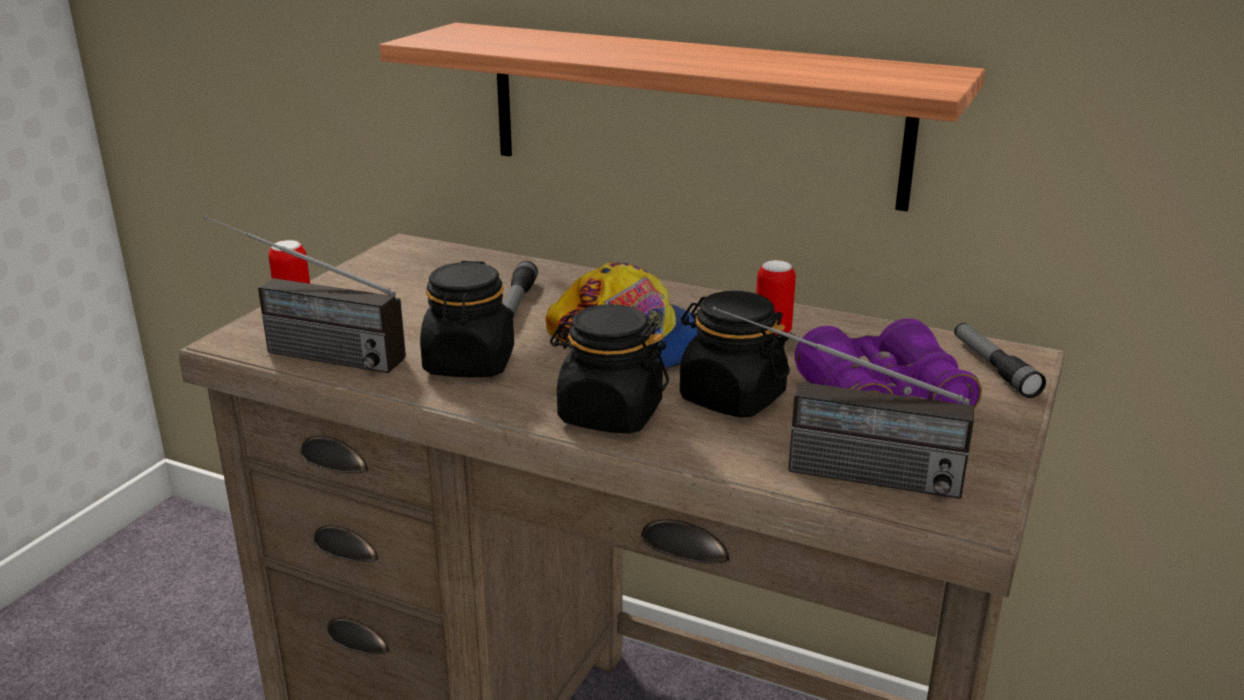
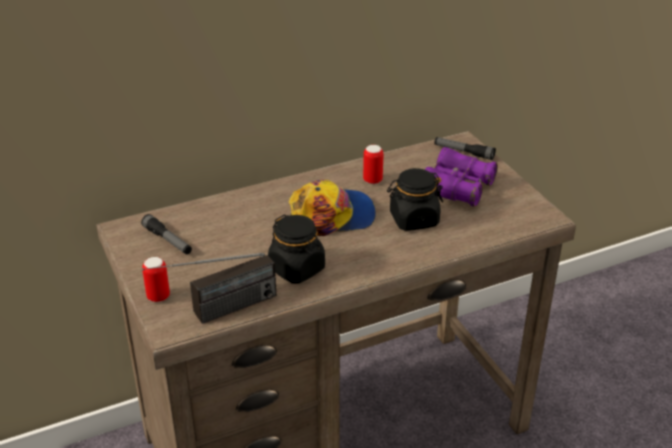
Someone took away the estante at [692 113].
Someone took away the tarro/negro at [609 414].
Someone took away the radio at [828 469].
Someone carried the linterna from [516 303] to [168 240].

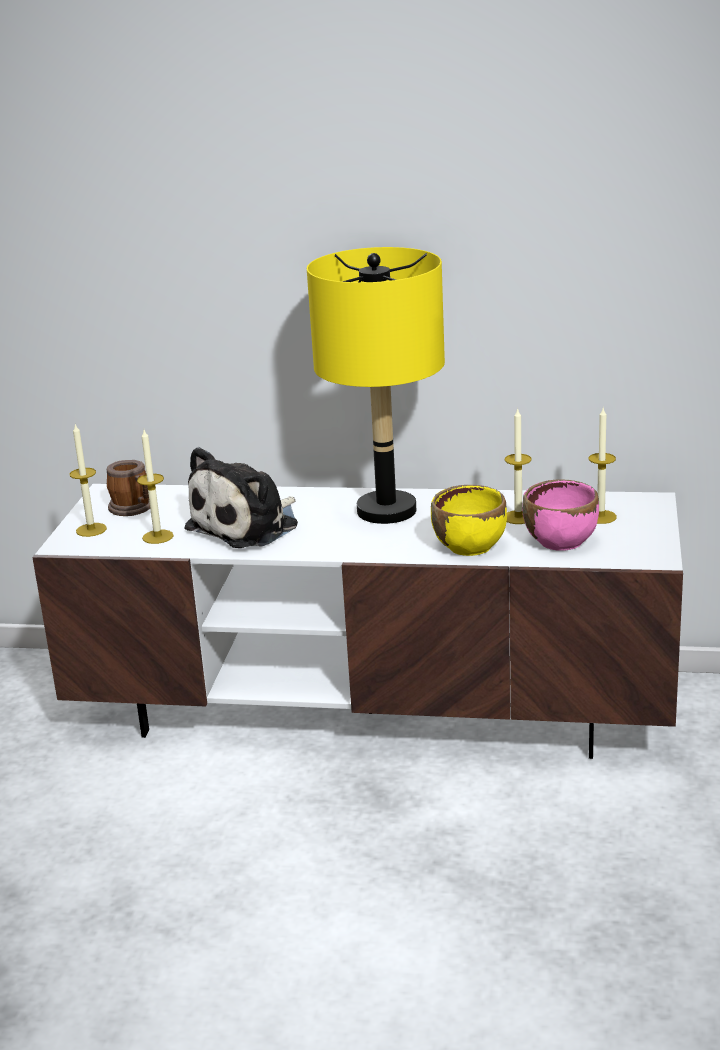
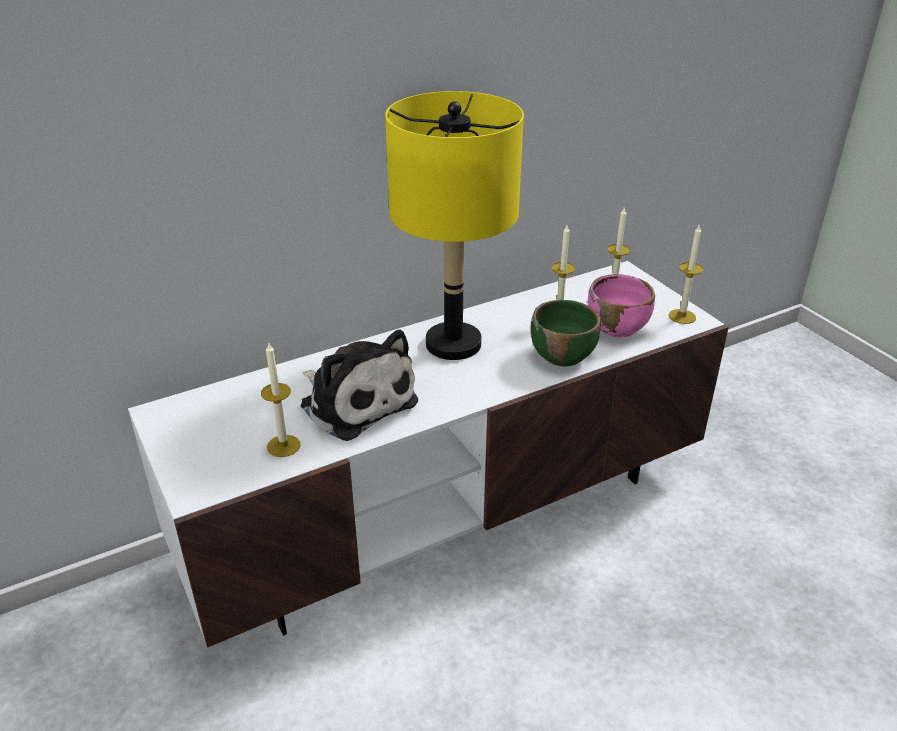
Someone took away the taza grande at [134 508].
Someone carried the vela from [91 530] to [682 316].
Someone repainted the cuenco/amarillo at [470 546], which became the cuenco/verde at [563 355].
Someone rotated the peluche at [248 526] by 45 degrees counterclockwise.

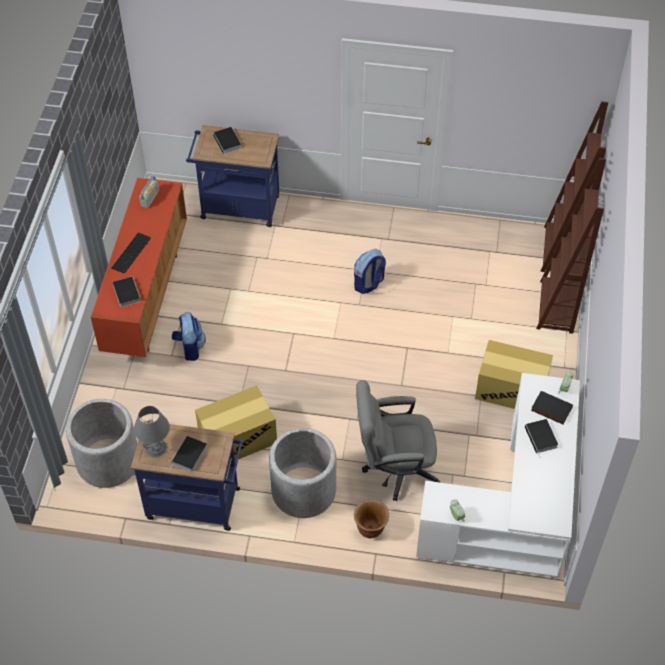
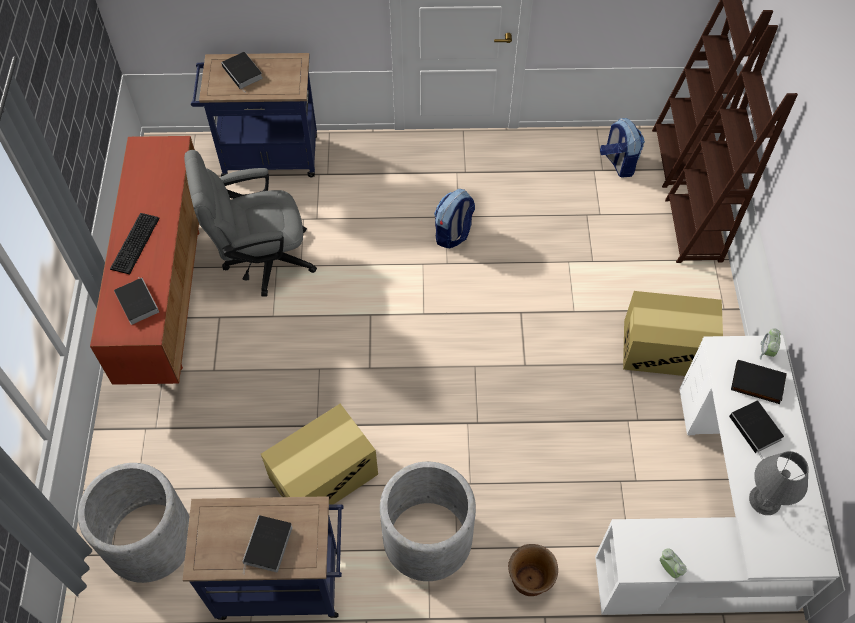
Someone took away the radio at [150 198].
Someone carried the lámpara de mesa/gris from [155 448] to [765 500].
Someone carried the mochila from [190 347] to [618 163].
Someone carried the silla de oficina/gris from [394 468] to [261 260].

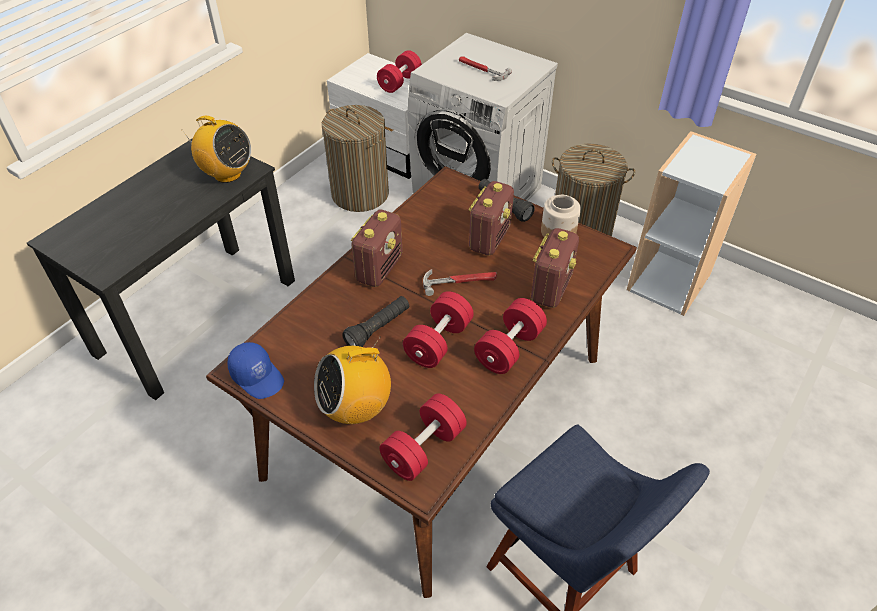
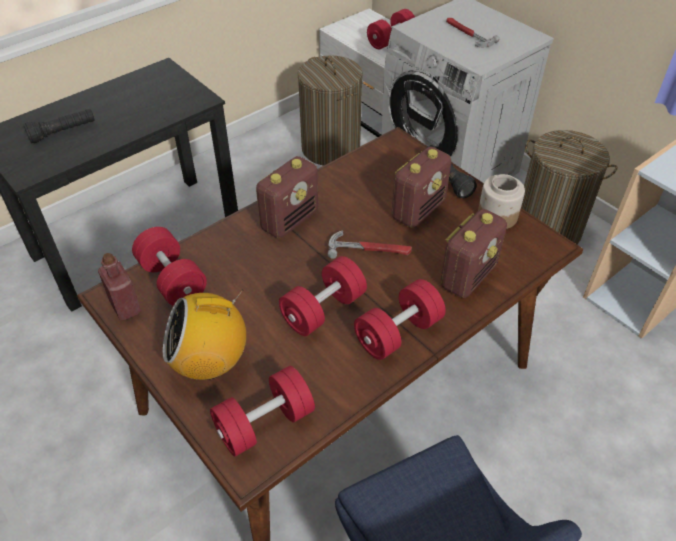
Someone took away the radio at [227 174].
Someone put down the mancuerna/rojo at [172 280].
Someone carried the linterna/negro from [378 329] to [63 132].
Someone swapped the gorra/azul at [258 376] for the botella/rojo at [125 307].

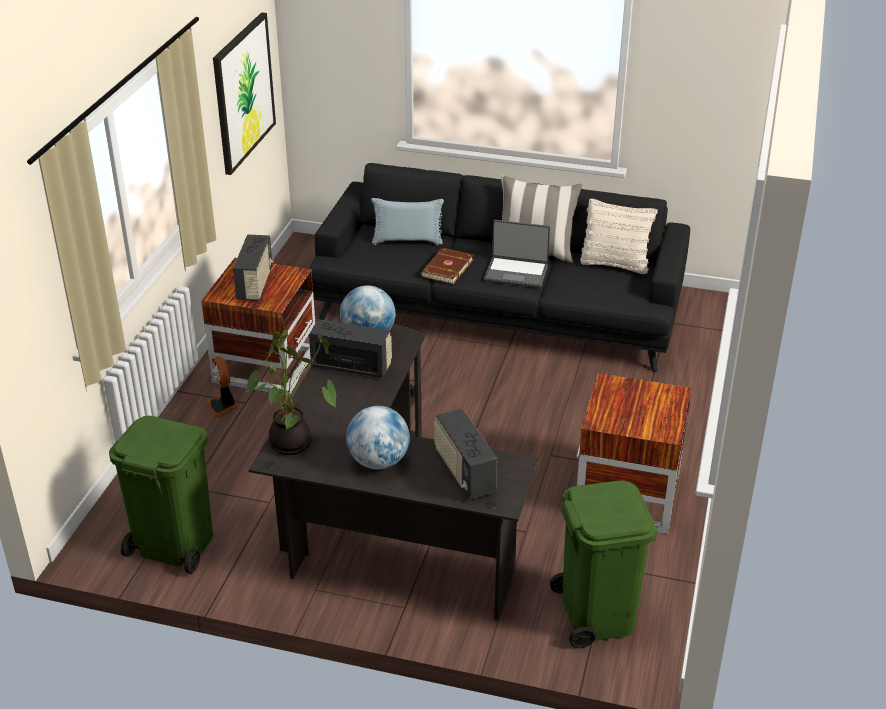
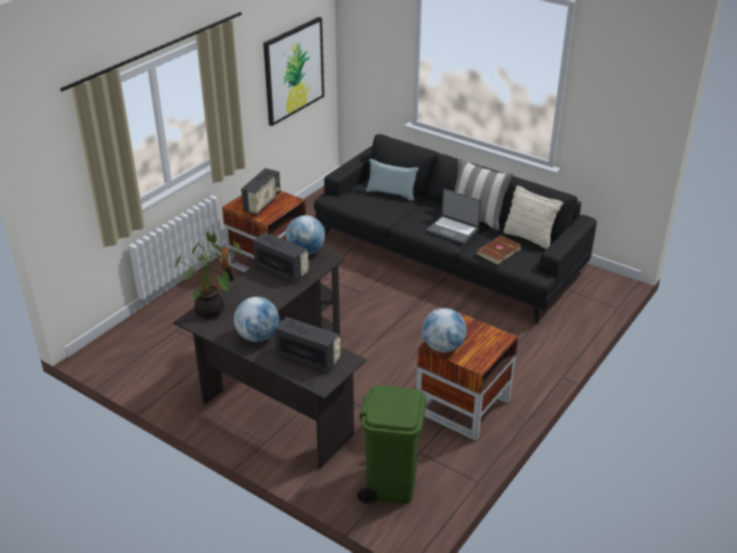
Someone took away the papelera/verde at [173 544].
Someone put down the globo terráqueo at [443 347].
Someone carried the libro/marrón from [446 268] to [497 251].
Someone rotated the radio at [464 473] by 120 degrees clockwise.

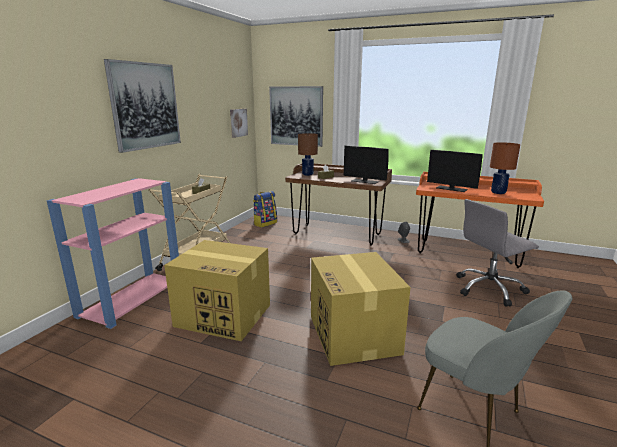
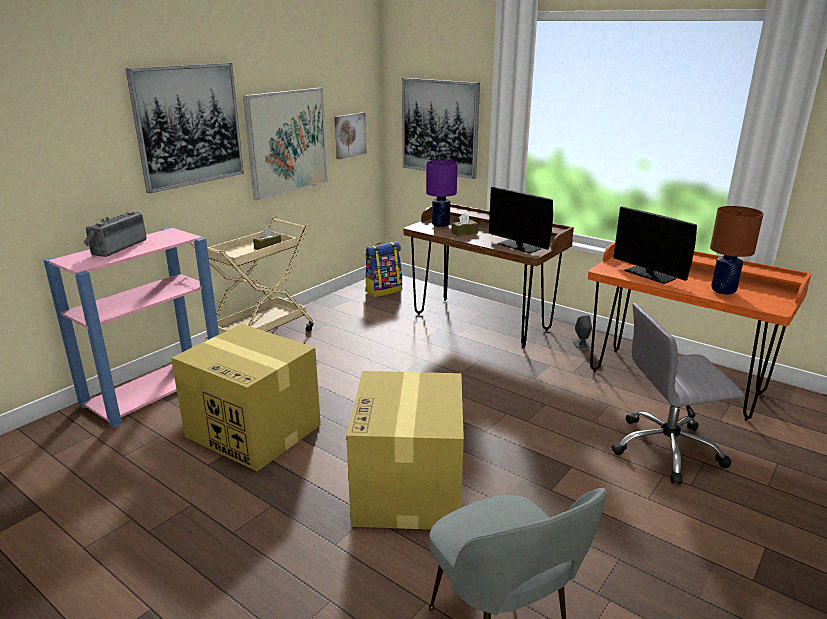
Someone put down the radio at [117 247].
Someone put up the cuadro at [287 142].
Someone repainted the lámpara de mesa/marrón at [307 175], which became the lámpara de mesa/morado at [440 225].

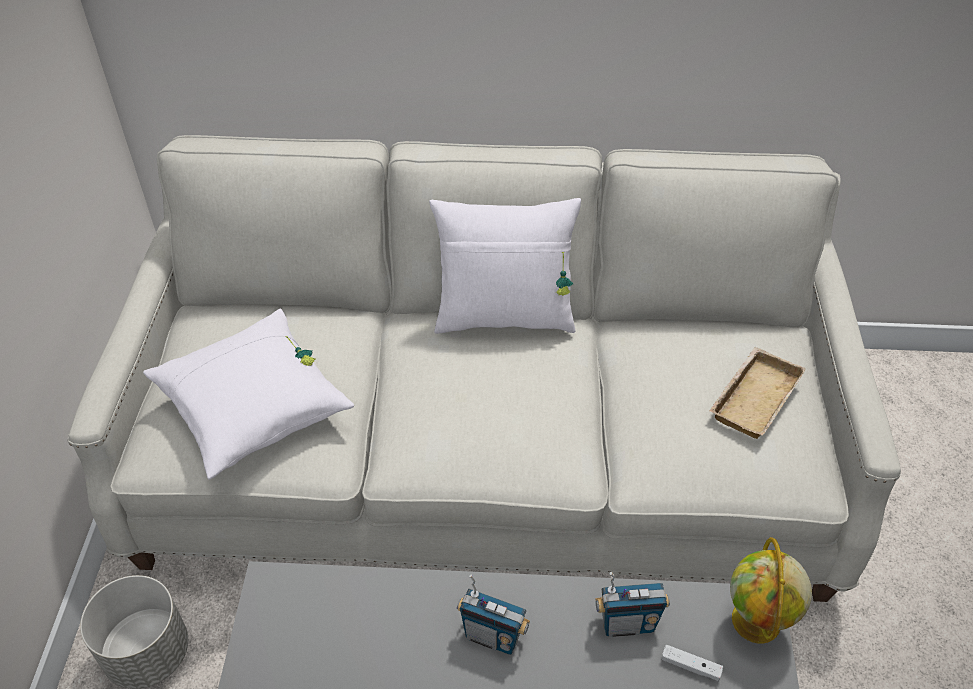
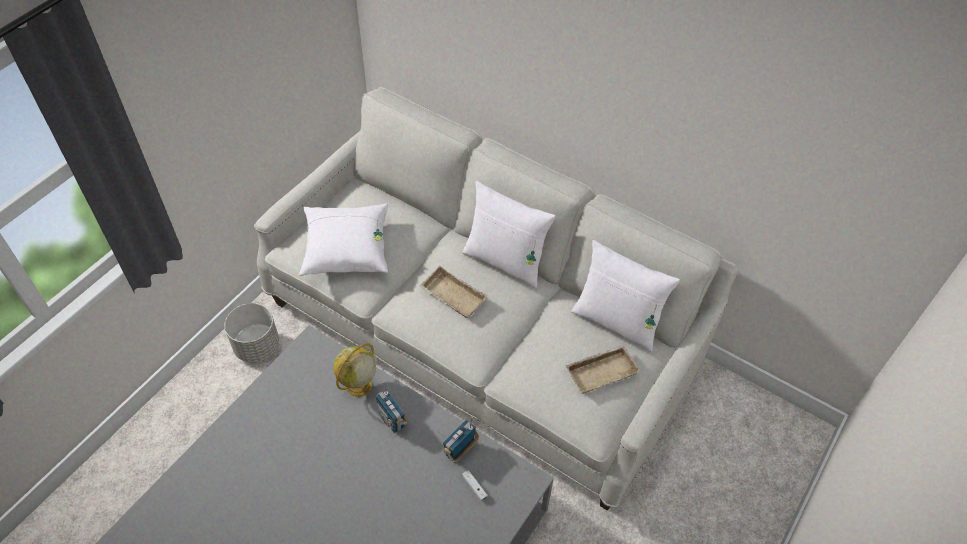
Someone put down the bandeja/beis at [451 296].
Someone put down the cojín/blanco at [616 322].
Someone carried the globo terráqueo from [756 622] to [358 386].
Someone rotated the radio at [627 623] by 105 degrees clockwise.

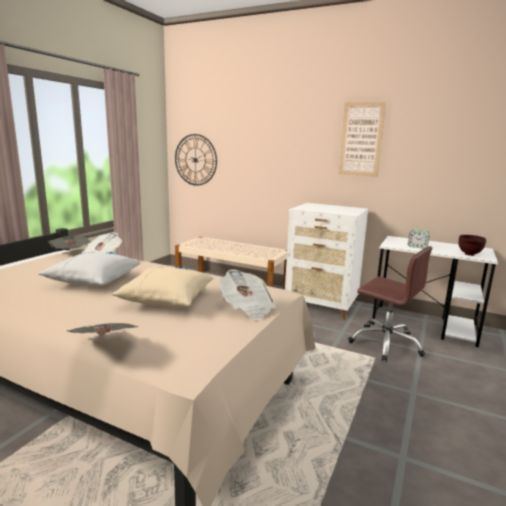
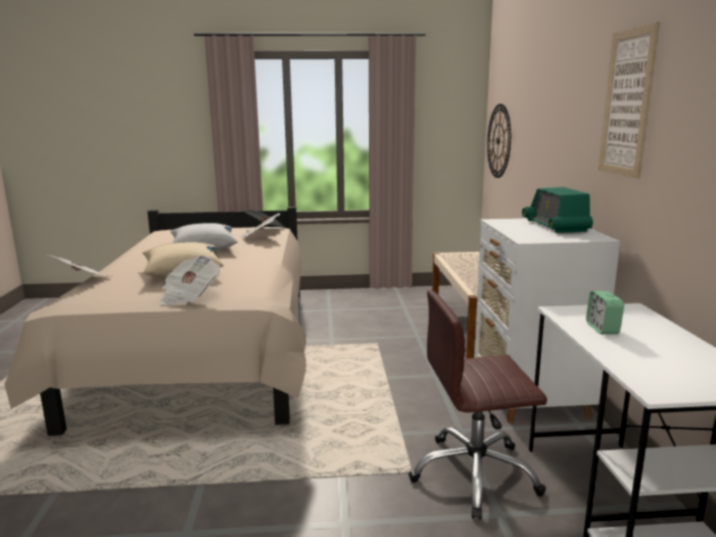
Someone took away the cuenco/marrón at [469 255].
Someone put down the radio at [555 226].
Someone rotated the silla de oficina/marrón at [386 343] by 75 degrees clockwise.

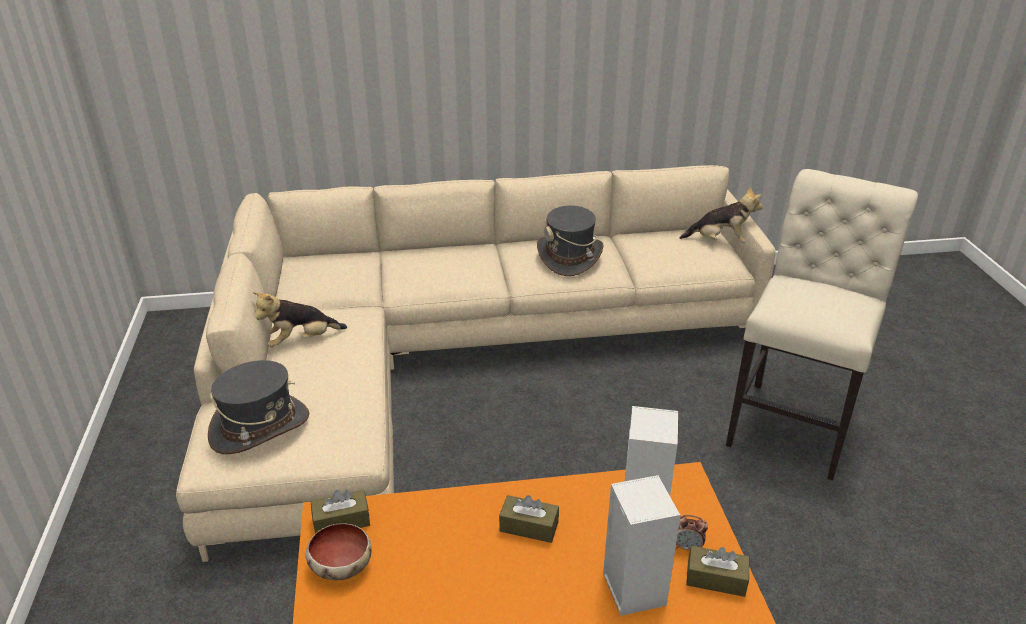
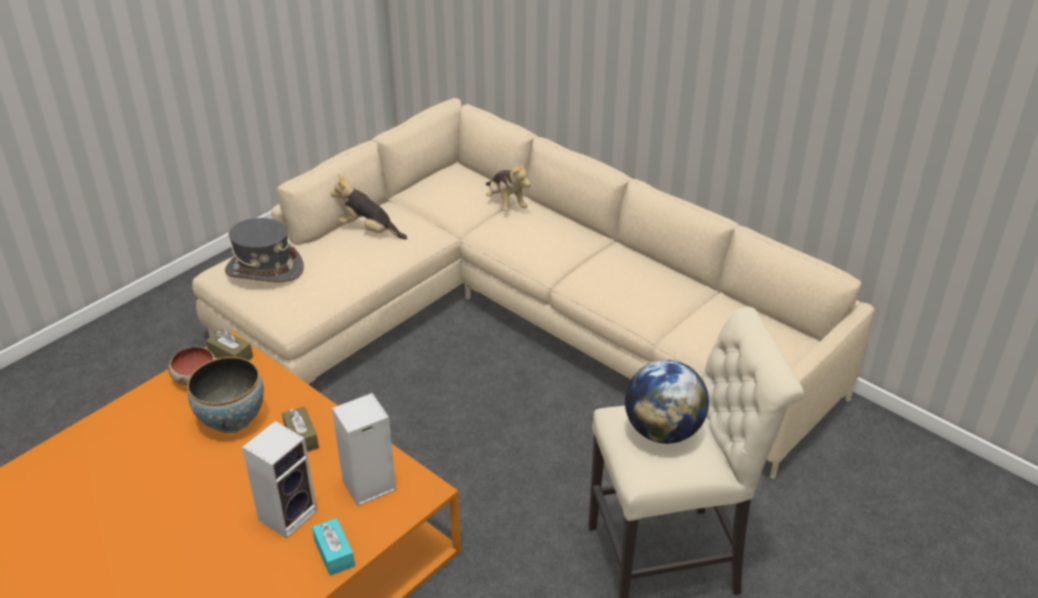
Someone took away the sombrero/gris at [569 257].
Someone took away the despertador at [687 547].
Someone put down the cuenco at [232 420].
Someone put down the globo terráqueo at [663 430].
Someone carried the peluche from [720 241] to [506 203].
Someone repainted the caja de pañuelos/marrón at [716 579], which became the caja de pañuelos/turquesa at [334 553].

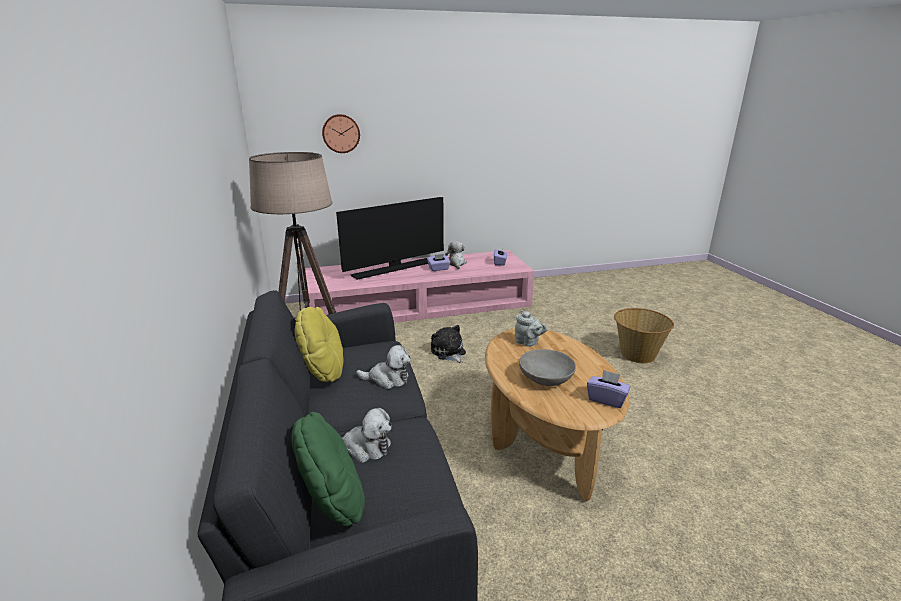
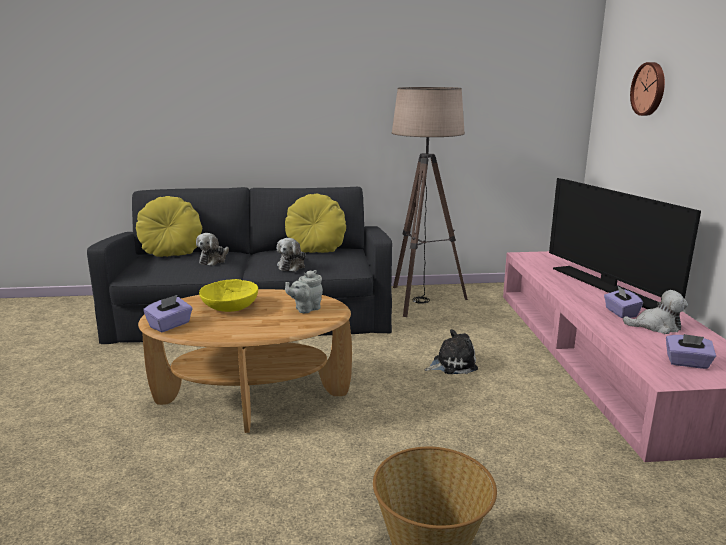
Someone repainted the cojín/verde at [333 505], which became the cojín/amarillo at [172 254].
Someone repainted the cuenco/gris at [546 378], which became the cuenco/amarillo at [229 307].

